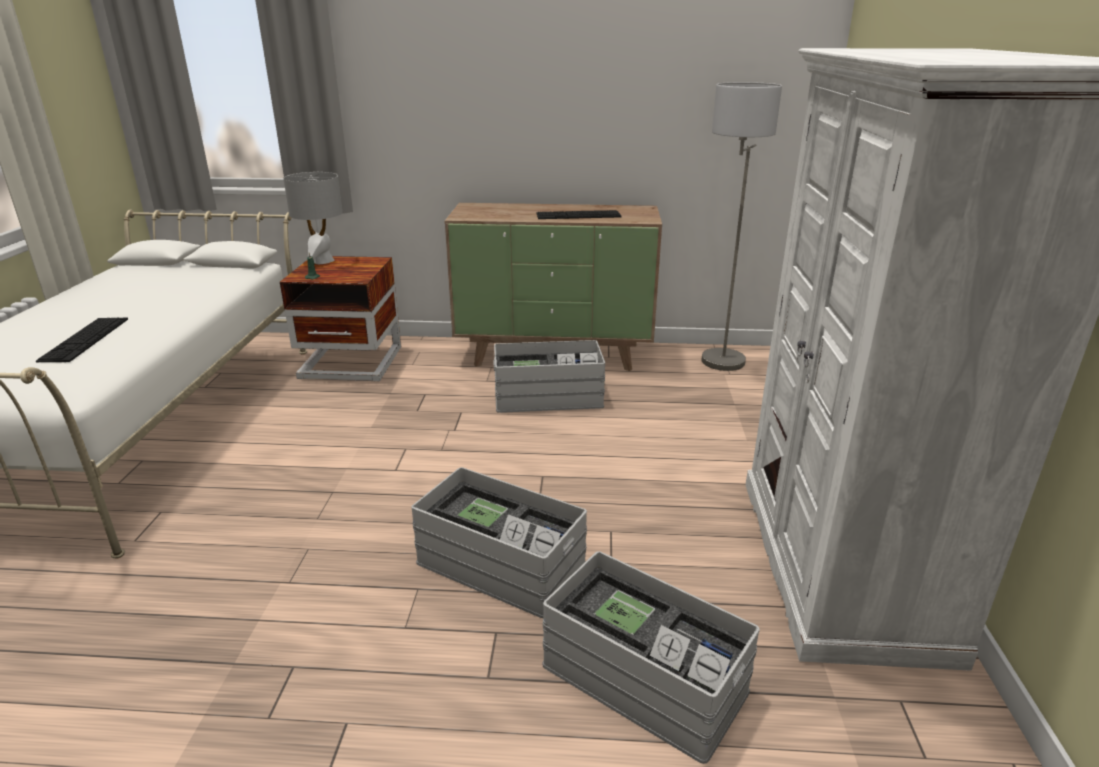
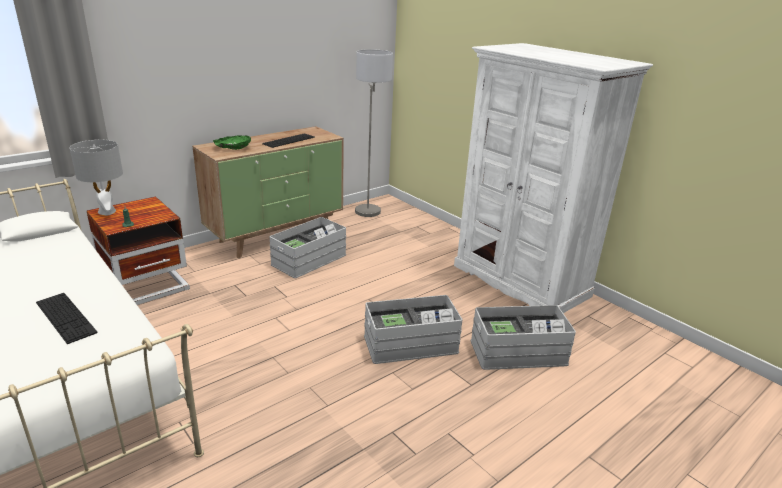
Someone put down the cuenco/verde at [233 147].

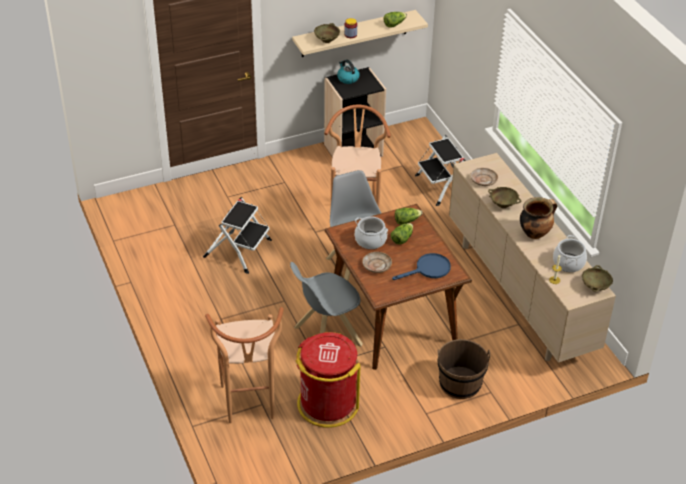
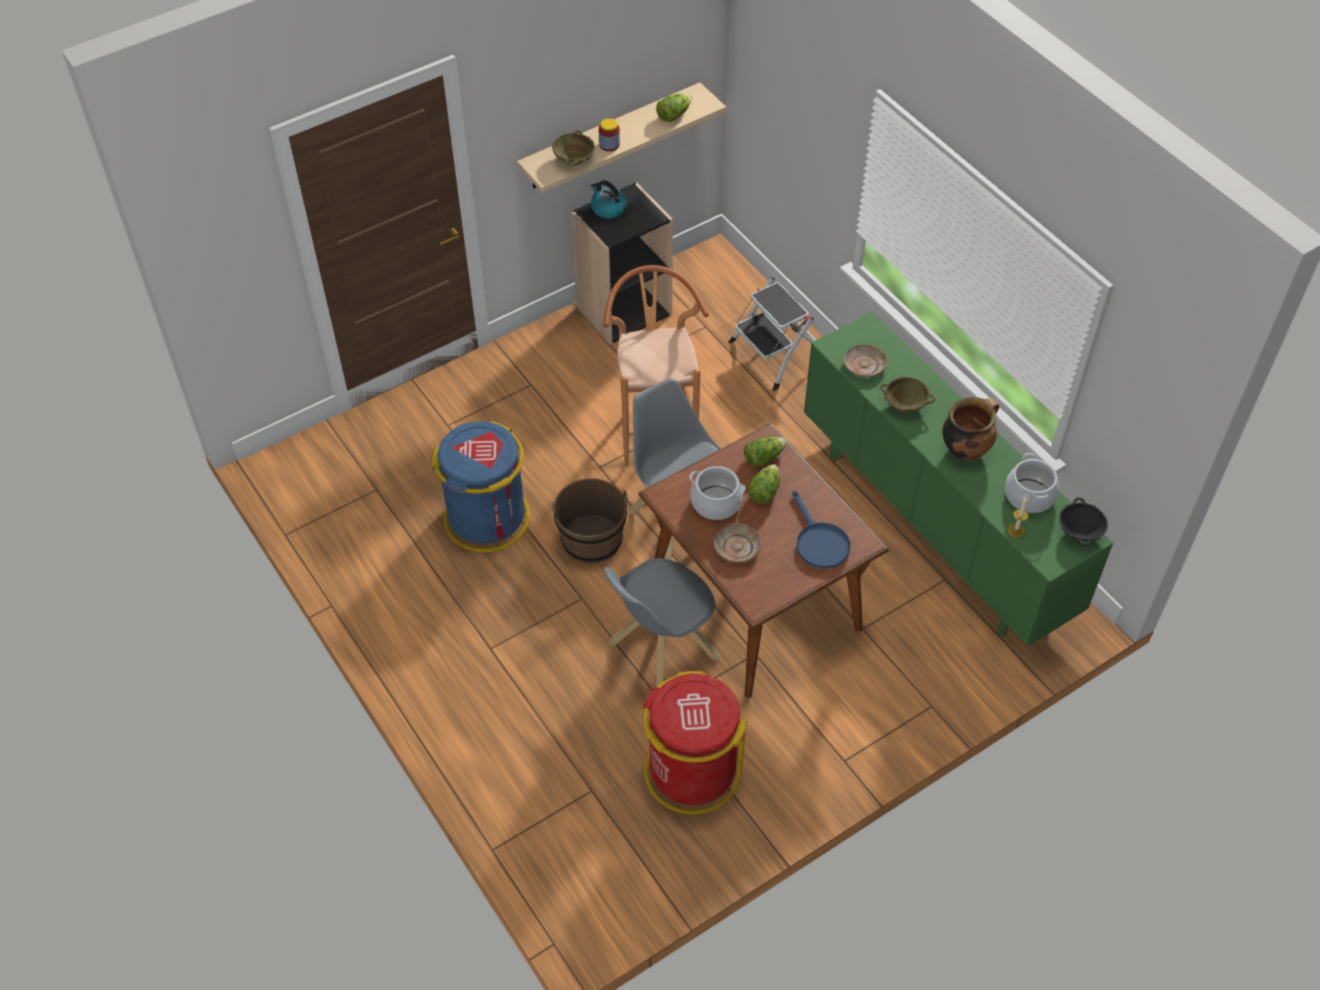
Someone took away the taburete/marrón at [250 407].
Someone carried the cubo/marrón from [460 383] to [592 540].
Someone swapped the escalera de tijera at [238 250] for the papelera/azul at [487 519].
Someone repainted the armario/beis at [520 295], which became the armario/verde at [935 528].
Someone repainted the cuenco/beis at [595 287], which became the cuenco/negro at [1079 532].
Someone rotated the sartén/azul at [428 269] by 105 degrees clockwise.

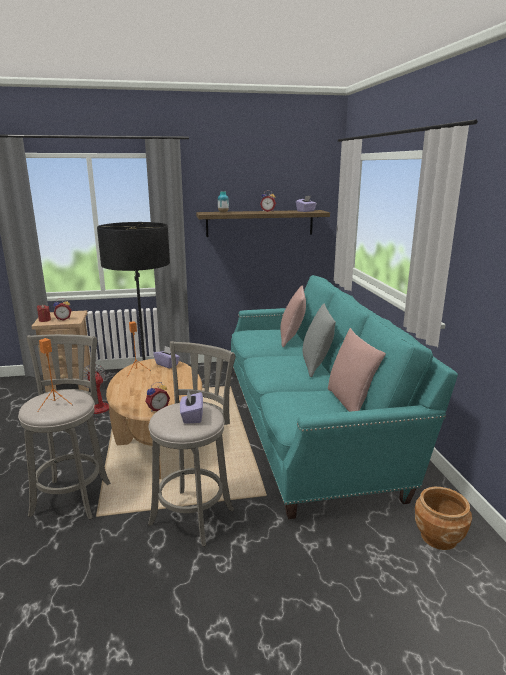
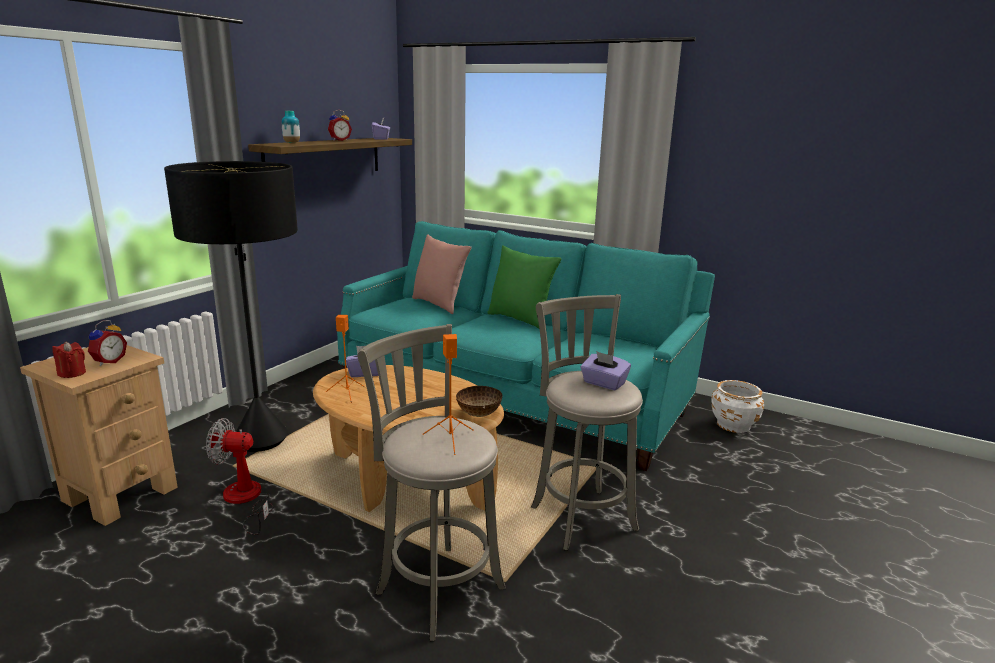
Someone took away the cojín/rosa at [350 403].
Someone swapped the despertador at [157 409] for the cuenco at [478 414].
Someone repainted the cojín/gris at [316 365], which became the cojín/verde at [520 319].
Someone repainted the maceta/marrón at [439 537], which became the maceta/blanco at [733 425].

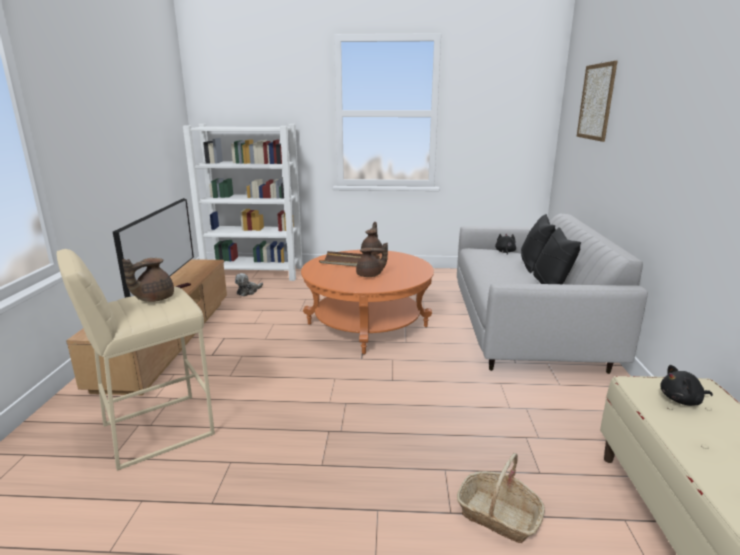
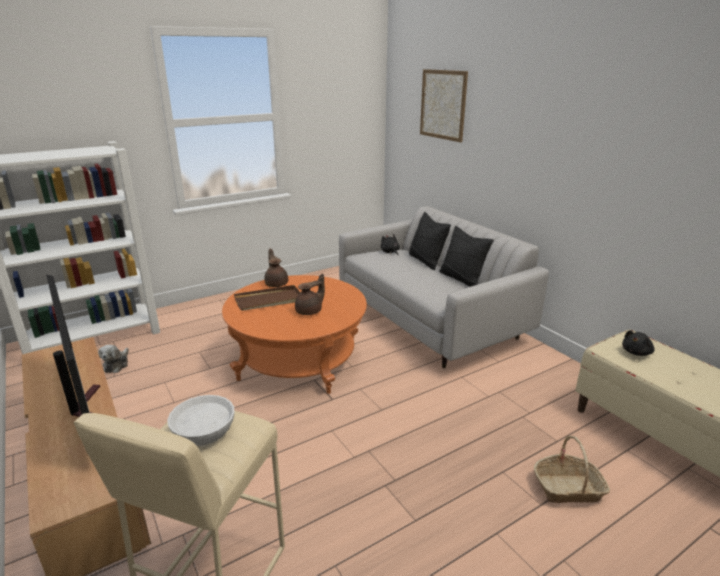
Someone swapped the tetera/marrón at [153 299] for the cuenco/blanco at [203 431].

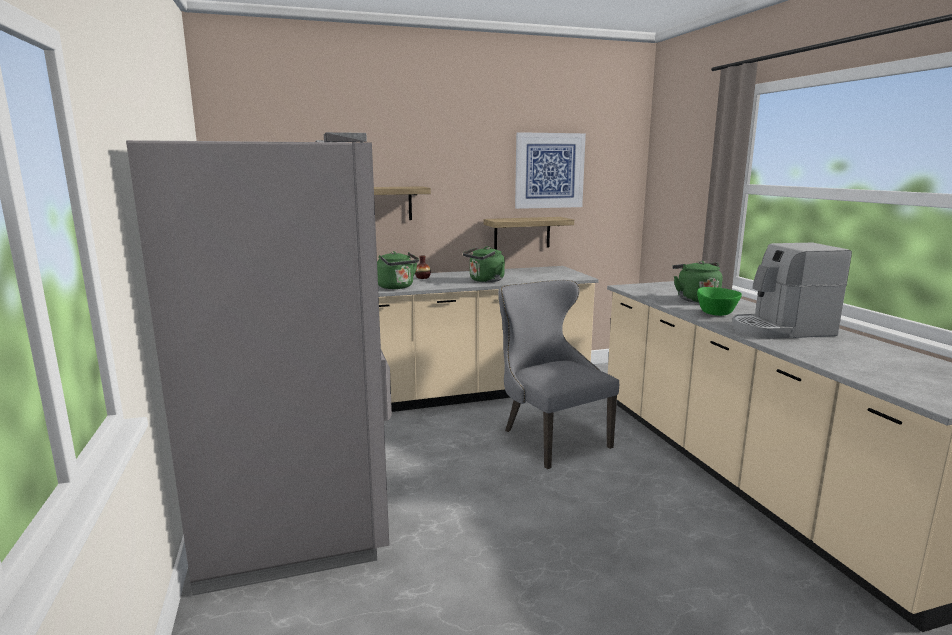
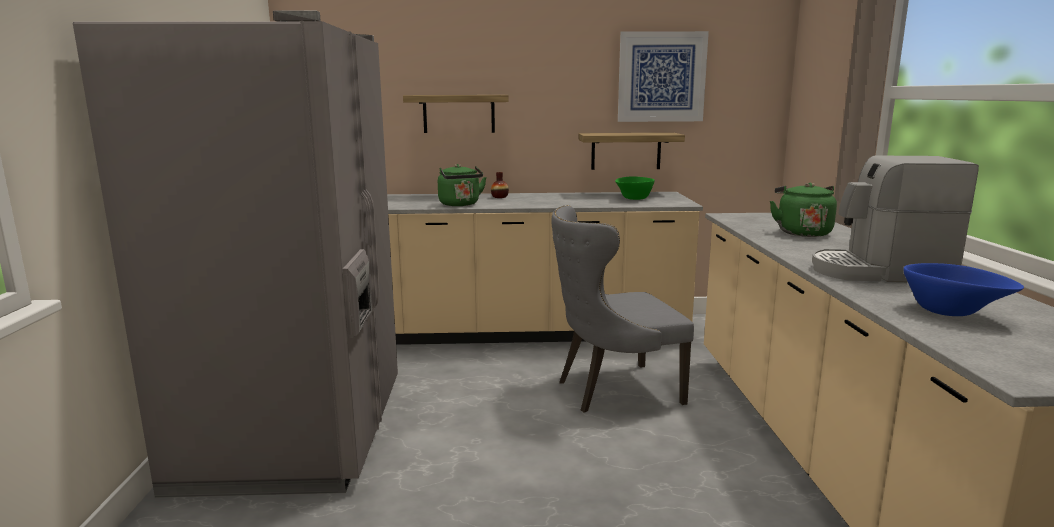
Someone took away the hervidor/verde at [485 280].
Someone put down the cuenco/azul at [954 313].
Someone carried the cuenco/verde from [715 314] to [633 199].
Someone rotated the silla/gris at [550 438] by 90 degrees counterclockwise.

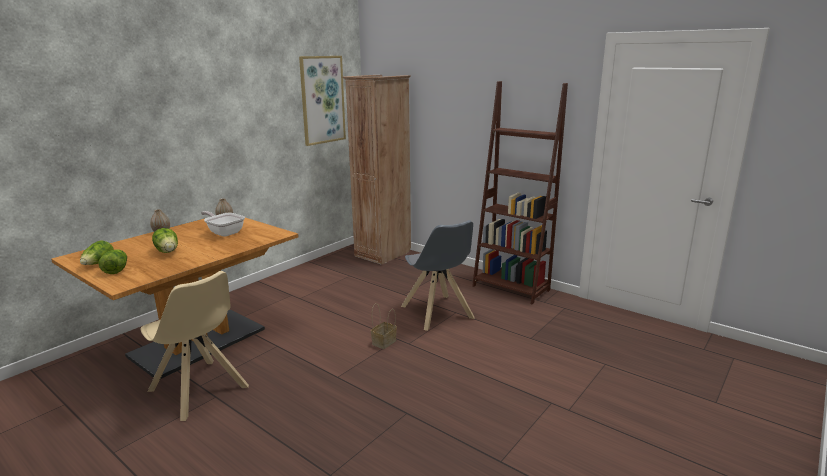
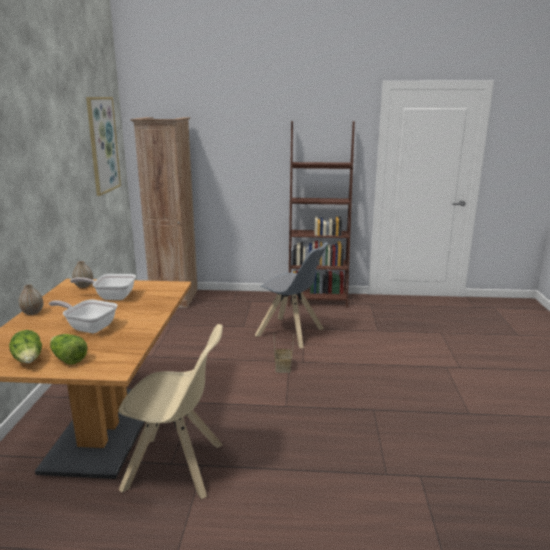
Someone swapped the lechuga at [168 251] for the sartén at [88 327].

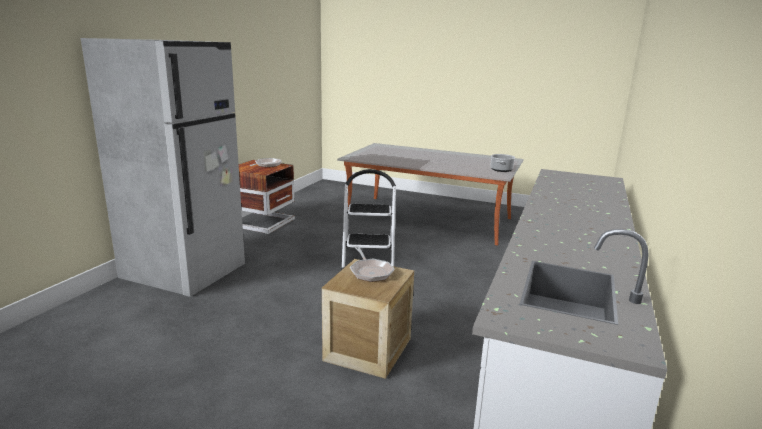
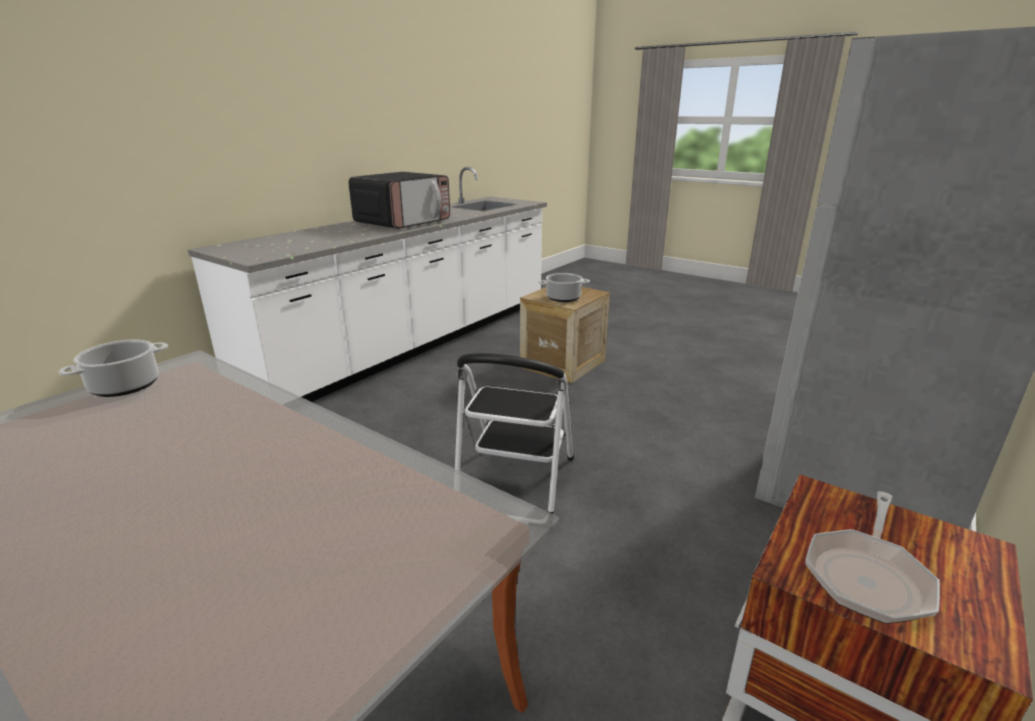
Someone put down the microondas at [403 222].
Someone swapped the sartén at [370 272] for the olla at [563 298].

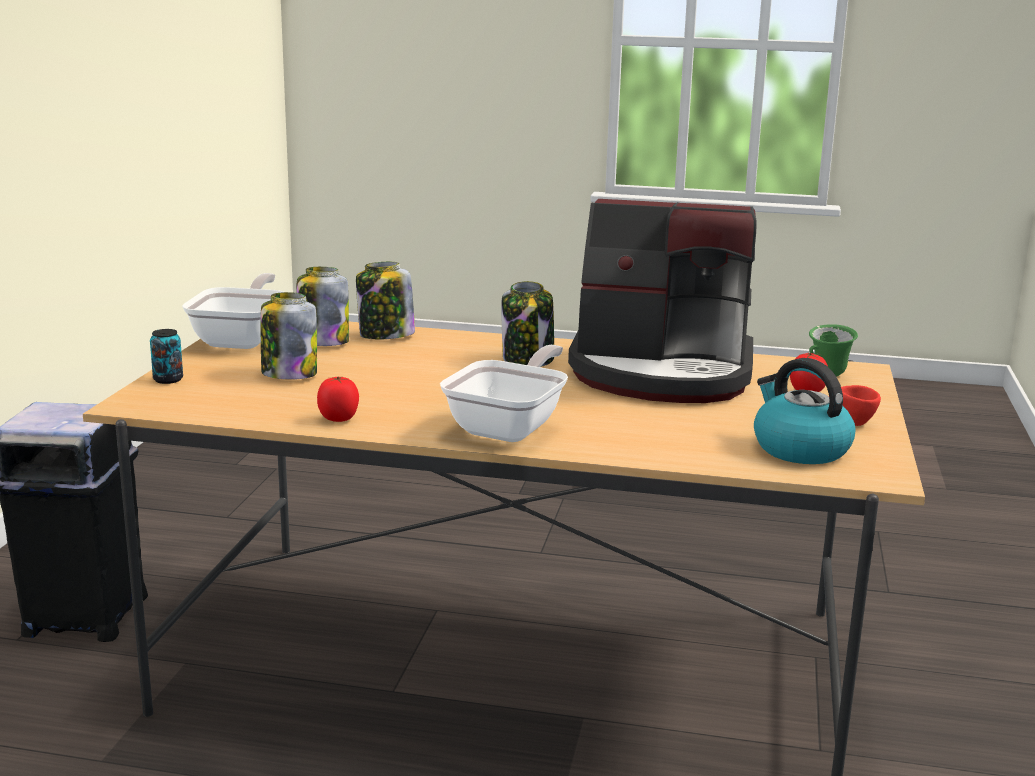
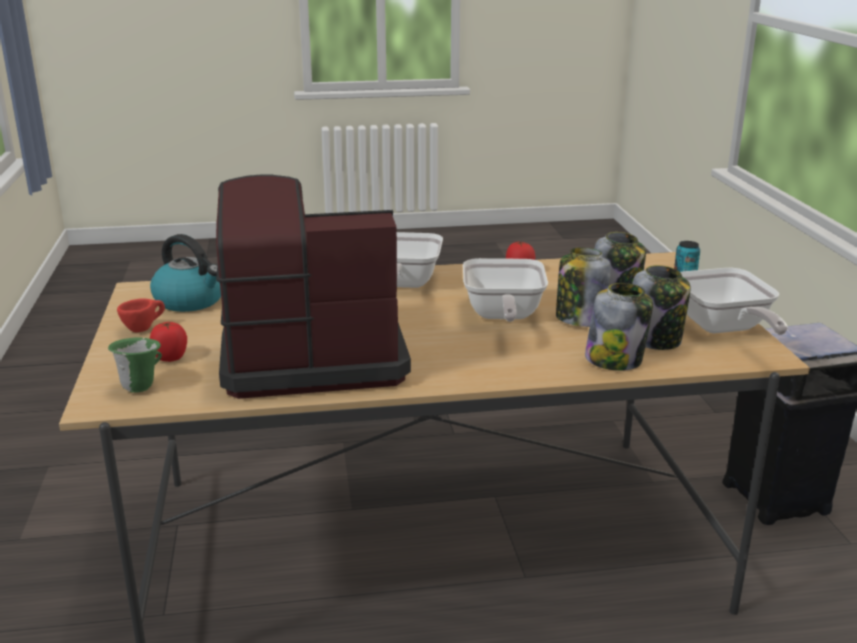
Someone put down the sartén at [502 316].
Someone carried the tarro from [528 360] to [580 319].

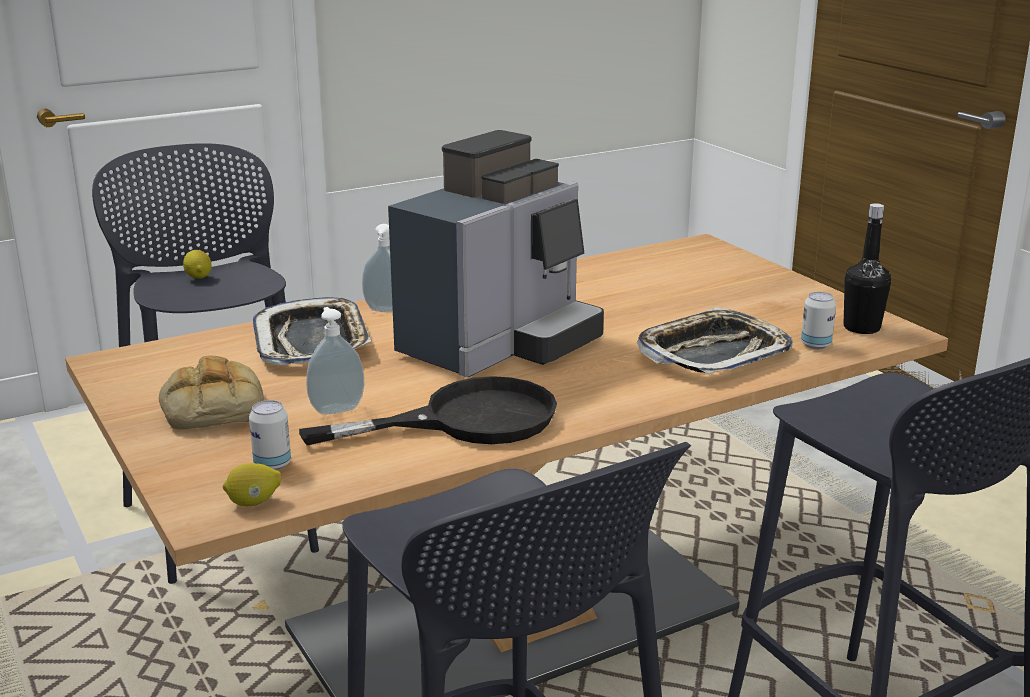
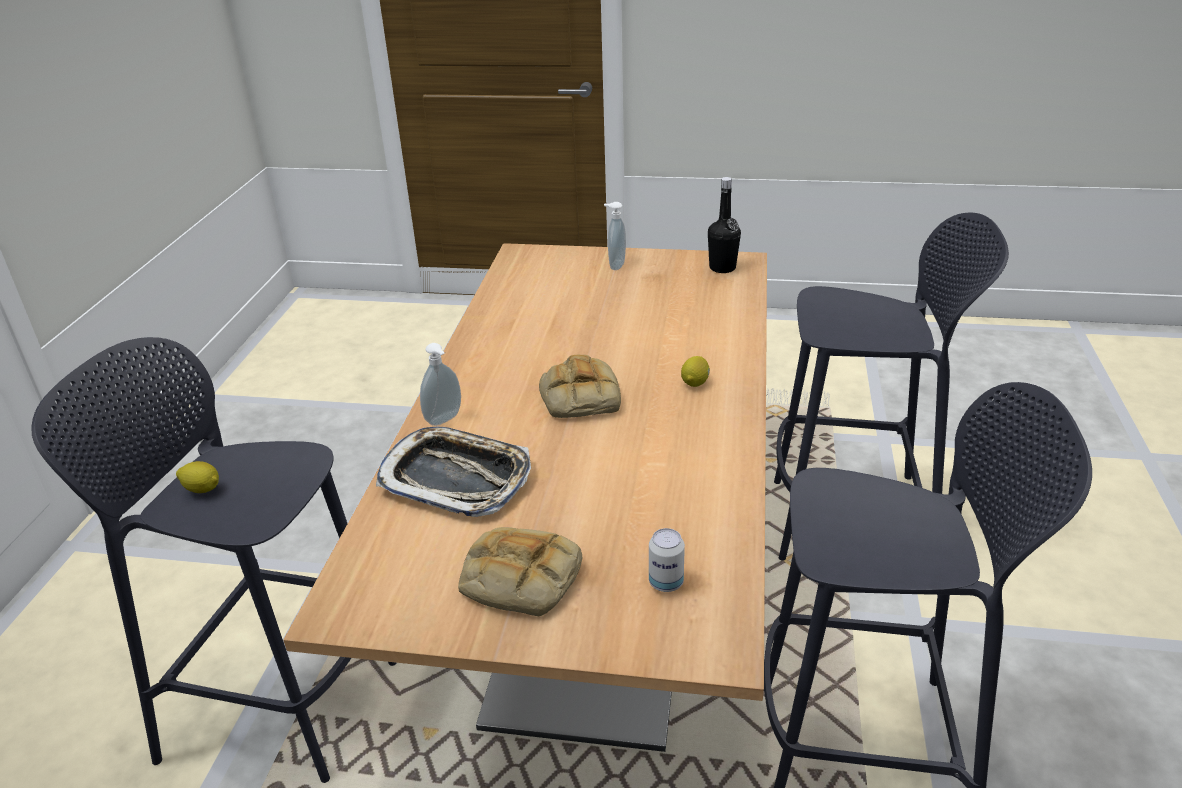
Someone took away the sartén/negro at [466 420].
Someone took away the bandeja at [713 353].
Someone took away the lata at [815 345].
Someone carried the limón from [253 502] to [695 382].
Someone carried the dispensador de jabón from [336 409] to [615 265].
Someone swapped the cafetera at [501 344] for the pan at [578 396].

